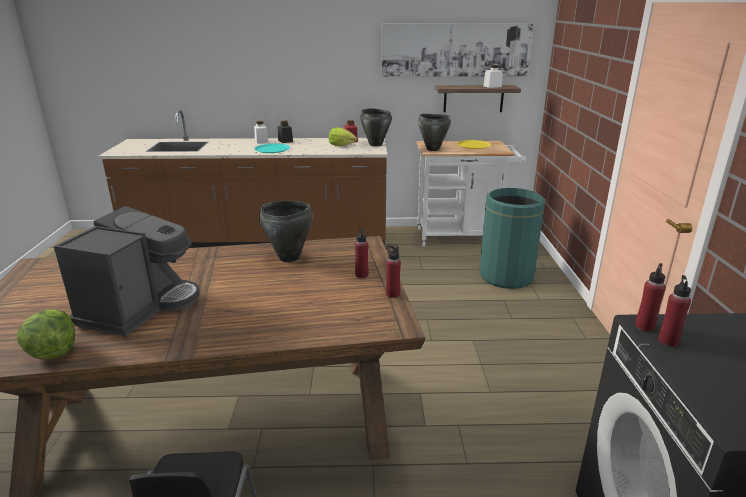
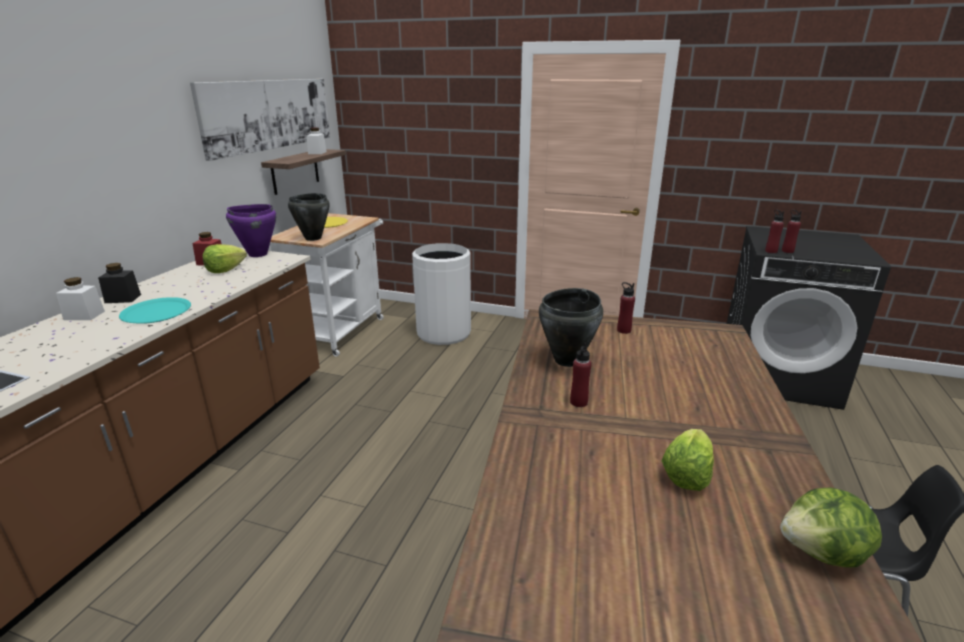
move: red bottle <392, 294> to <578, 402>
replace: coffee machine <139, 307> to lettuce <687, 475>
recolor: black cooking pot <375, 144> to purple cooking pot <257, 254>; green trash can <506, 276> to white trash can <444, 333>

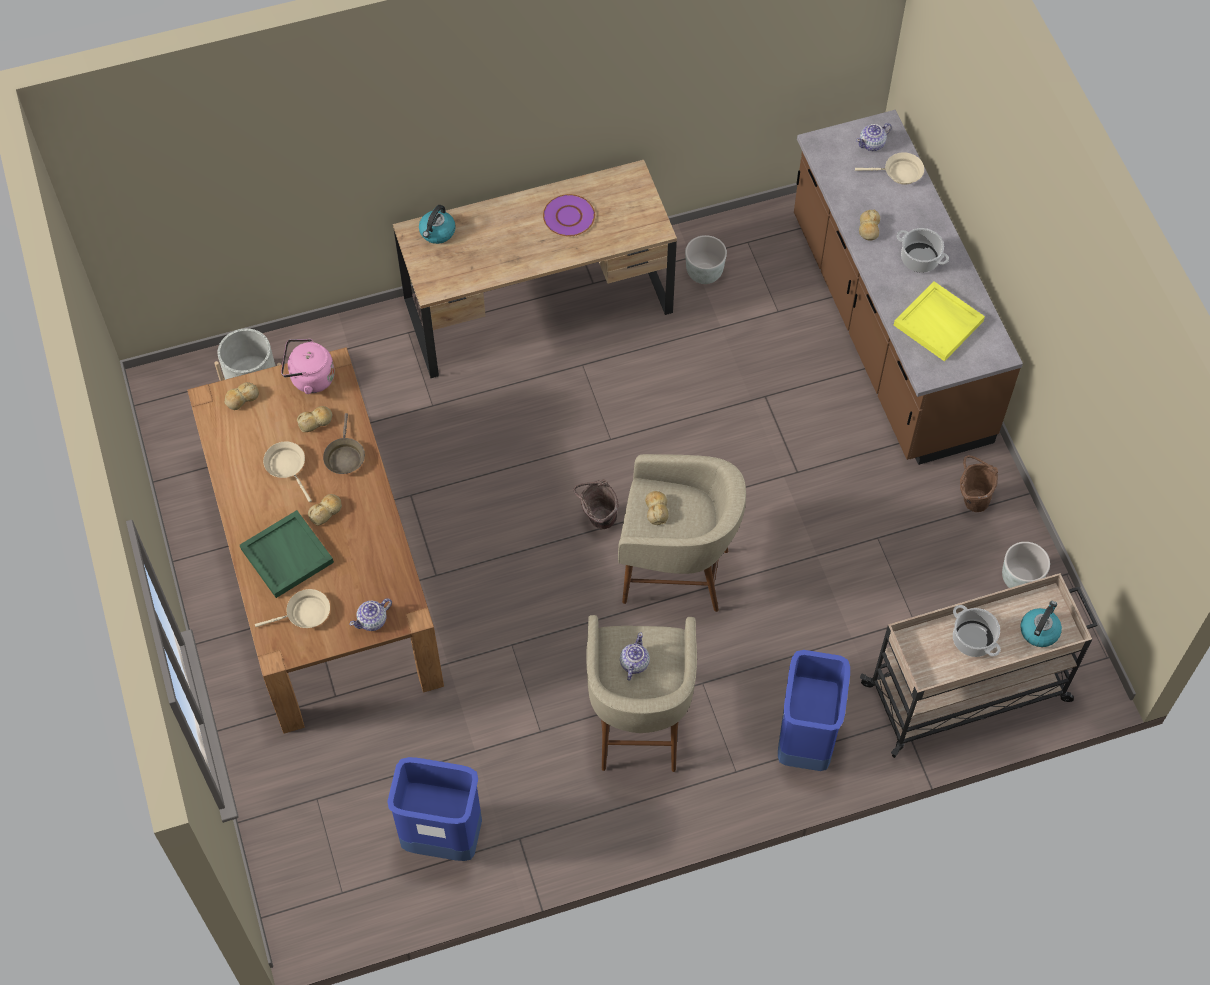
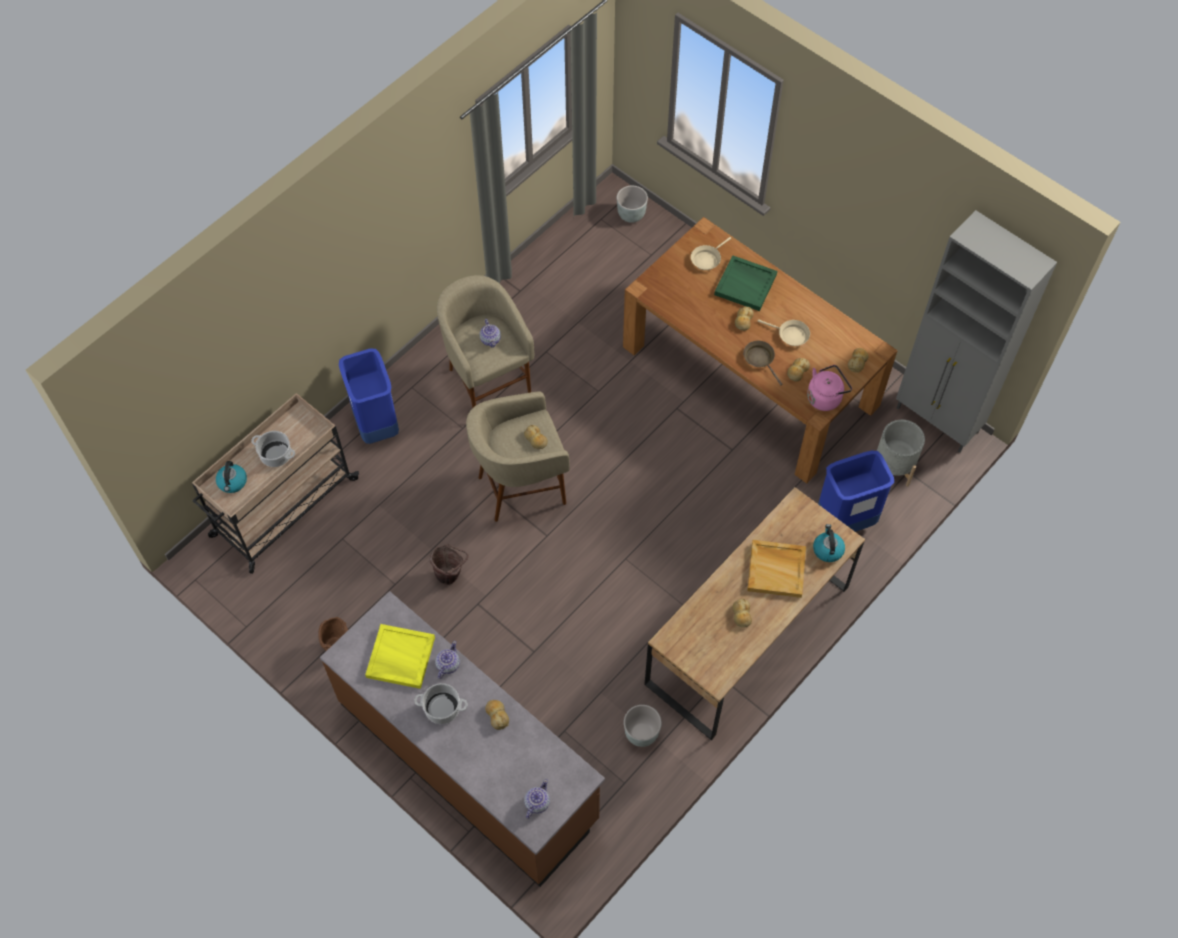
delete: beige frying pan <899, 173>
insert: beige tray <777, 569>; grey cabinet <938, 421>
move: teapot <373, 620> to <447, 665>; blue trash can <443, 837> to <845, 522>; brown bucket <597, 520> to <451, 574>; grey planter <1019, 579> to <631, 215>
replace: purple plate <568, 216> to bread <741, 615>

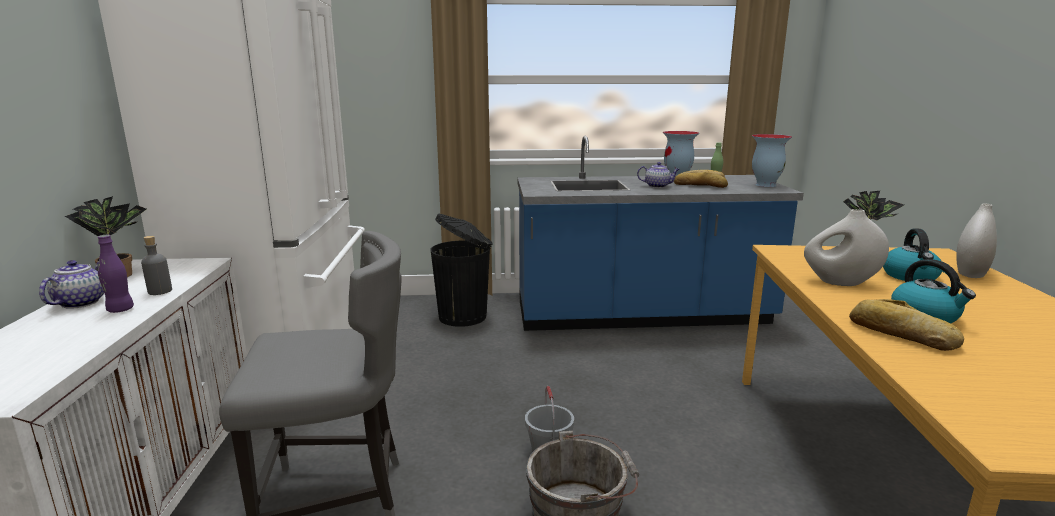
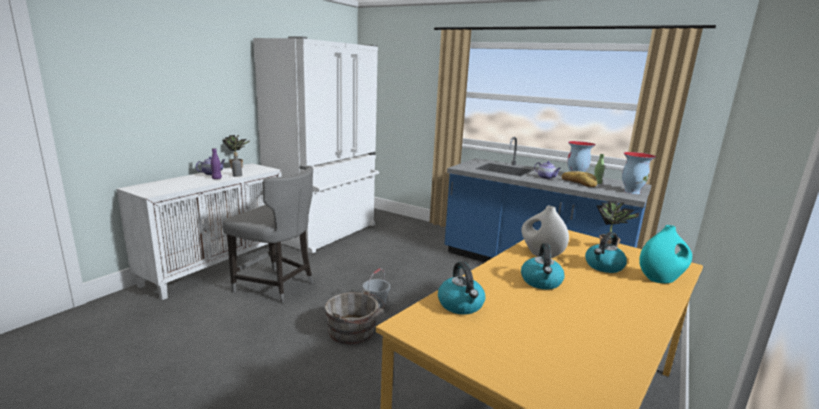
delete: black trash can <464, 316>; bread <900, 334>
insert: kettle <461, 305>
recolor: white vase <970, 273> to turquoise vase <660, 279>

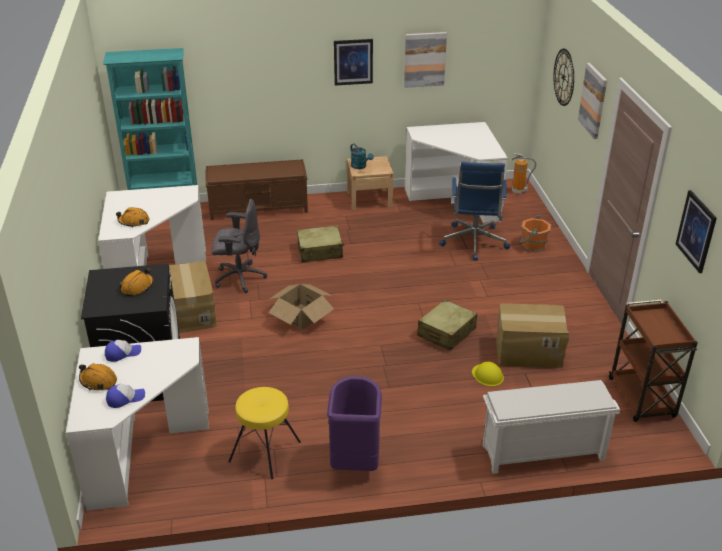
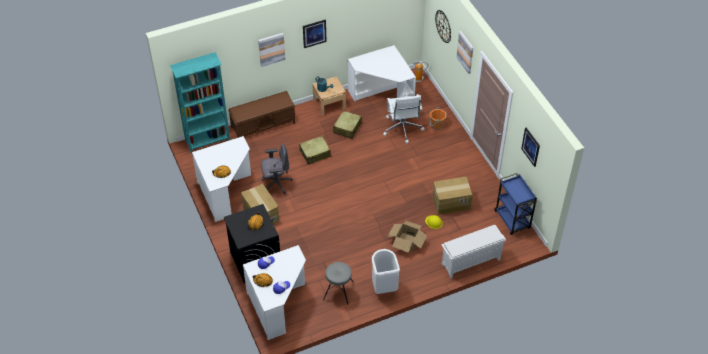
move: cardboard box <301, 316> to <406, 241>; picture <424, 59> to <271, 49>; beige suitcase <446, 332> to <347, 128>
recolor: yellow stool <265, 451> to grey stool <338, 290>; purple trash can <355, 462> to white trash can <383, 286>; blue office chair <473, 243> to white office chair <402, 129>; brown cart <642, 399> to blue cart <512, 220>

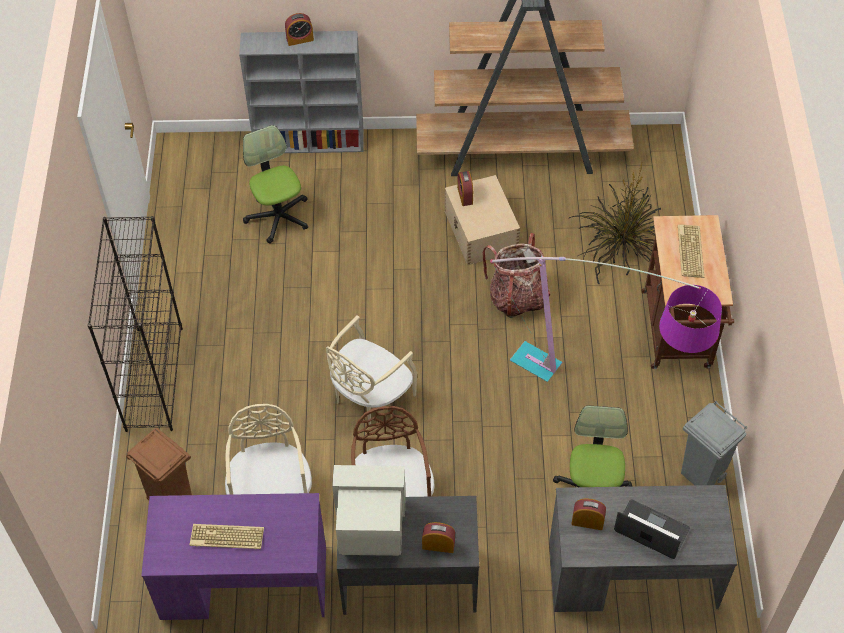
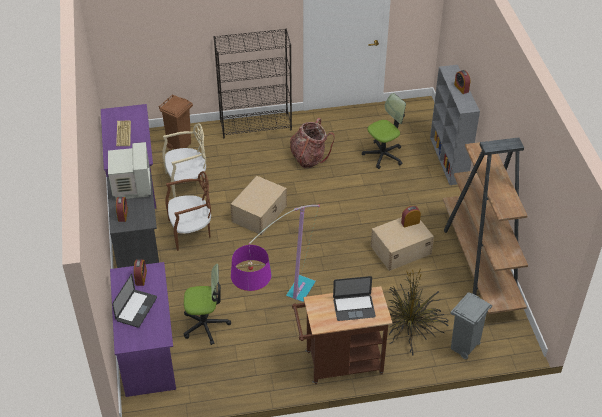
move: backpack <517, 297> to <309, 157>; grey trash can <702, 475> to <464, 348>
replace: beige chair <370, 396> to beige storage box <260, 213>; keyboard <689, 251> to laptop <354, 307>
recolor: grey desk <632, 575> to purple desk <147, 350>

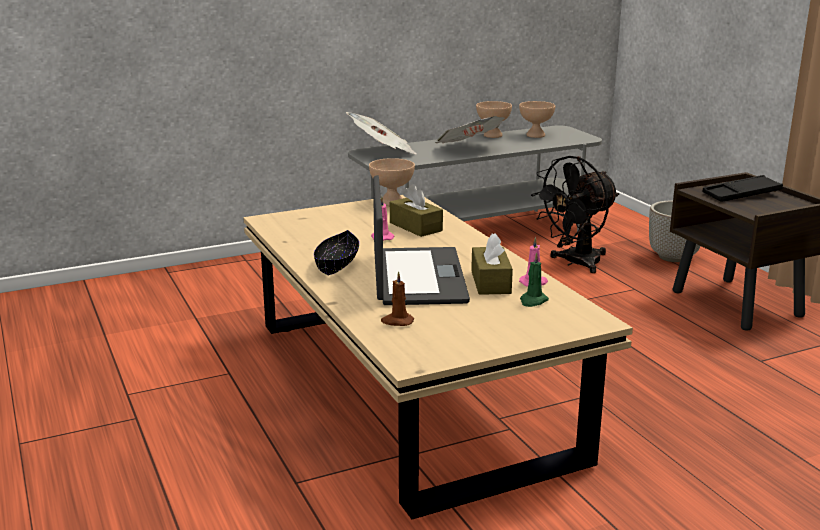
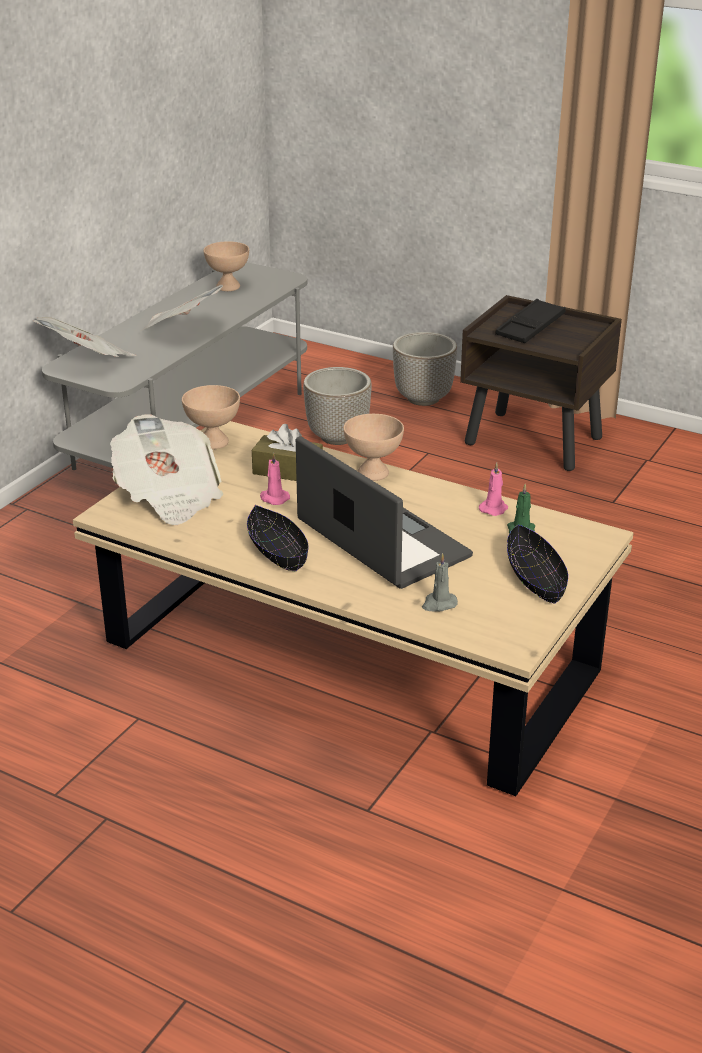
delete: brown tissue box <490, 282>
insert: newspaper <169, 496>; black bowl <535, 578>
move: beige bowl <492, 135> to <372, 473>
replace: black fan <575, 263> to planter <338, 437>
recolor: brown candle <397, 321> to grey candle <439, 604>

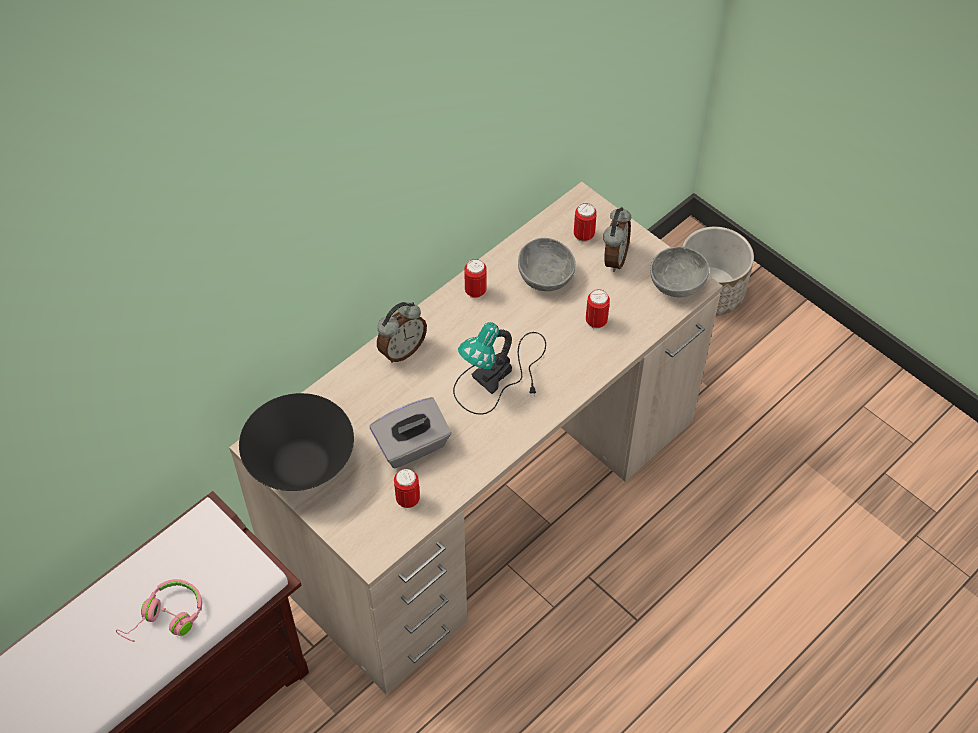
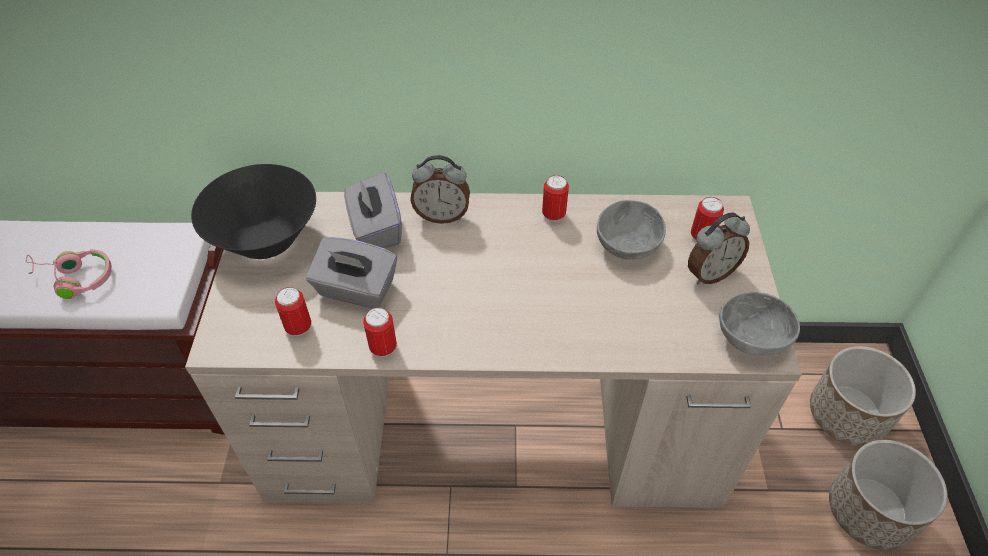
delete: table lamp <501, 375>
insert: grey tissue box <375, 229>; planter <870, 511>
move: can <596, 321> to <383, 347>

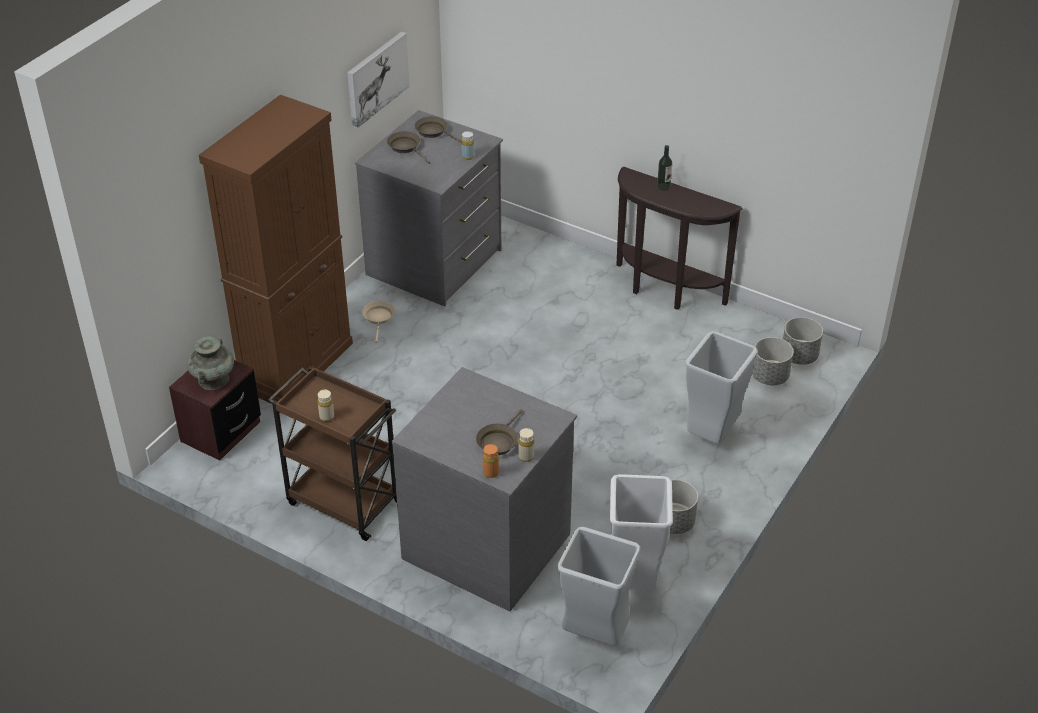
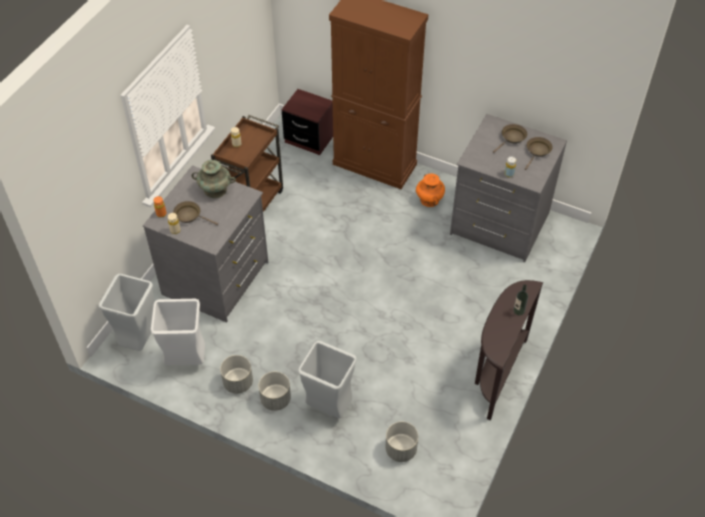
delete: picture <376, 78>
move: turquoise vase <213, 379> to <215, 190>; grey planter <799, 356> to <275, 399>
replace: beige frying pan <379, 318> to orange vase <429, 199>

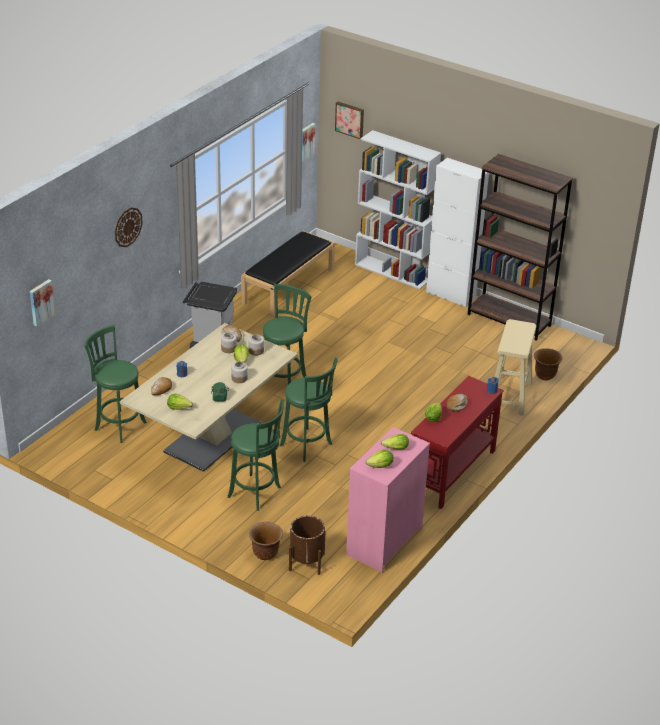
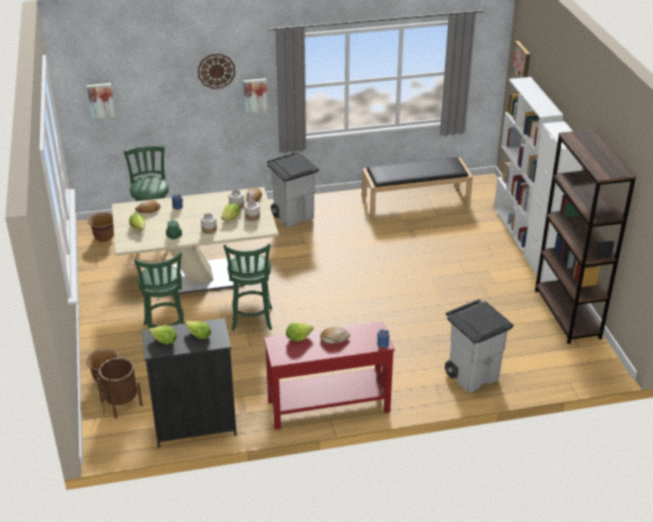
delete: green stool <284, 380>
move: picture <306, 141> to <255, 95>; brown planter <545, 375> to <104, 237>
replace: beige stool <509, 395> to grey trash can <472, 375>
recolor: pink dresser <383, 541> to black dresser <195, 425>

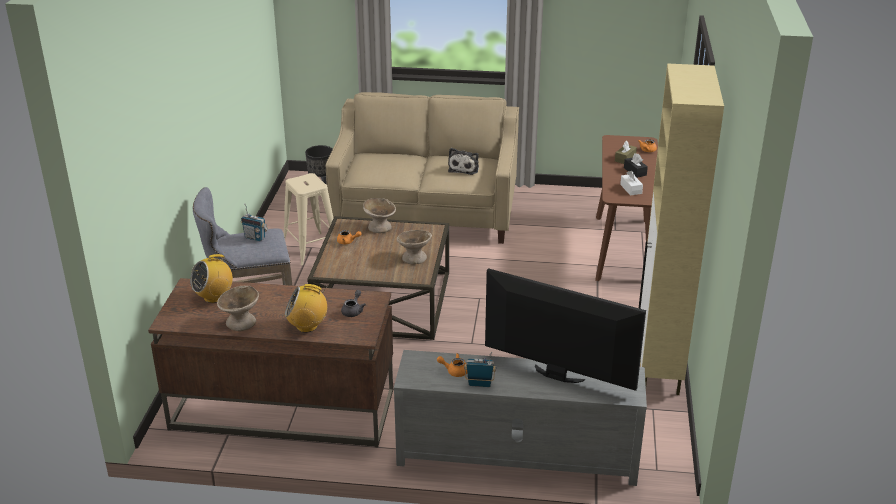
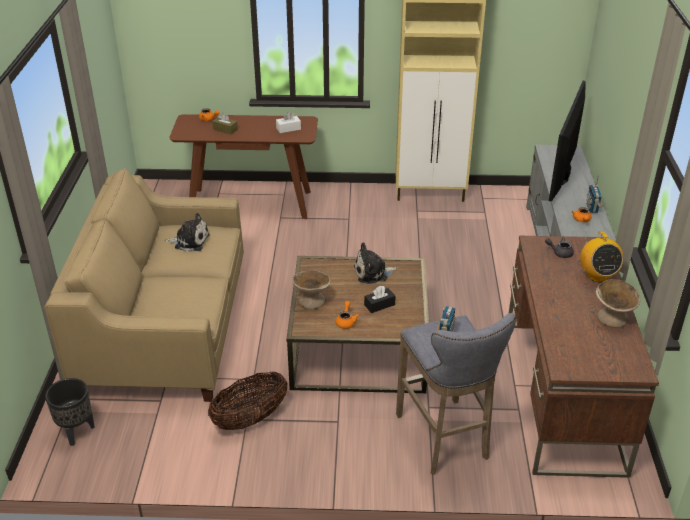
delete: radio <214, 297>
move: black tissue box <635, 171> to <379, 305>
replace: beige stool <311, 248> to basket <250, 419>; beige bowl <414, 258> to plush toy <373, 273>

